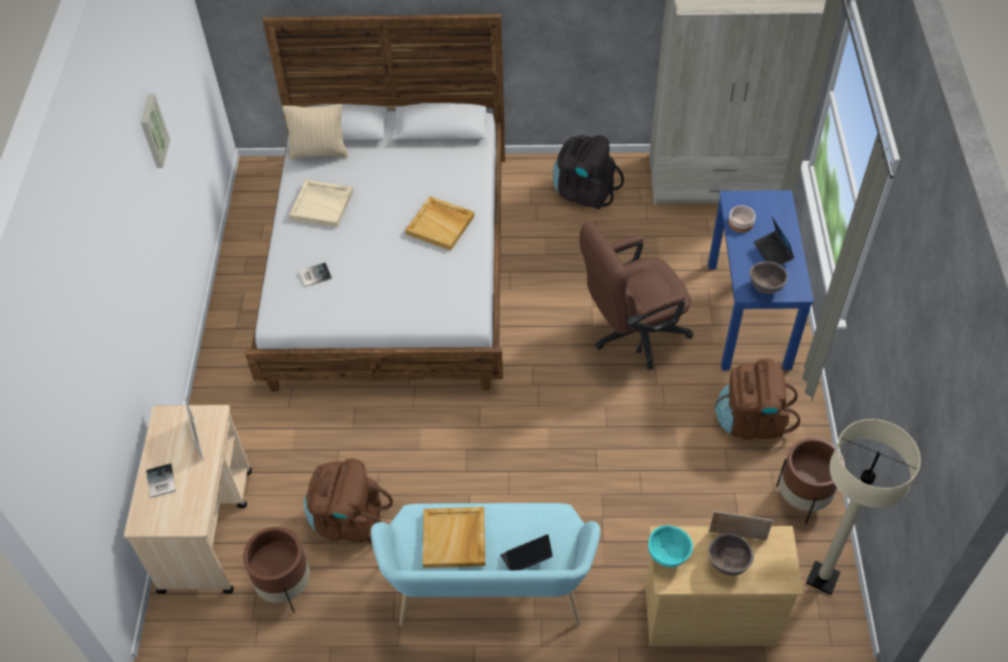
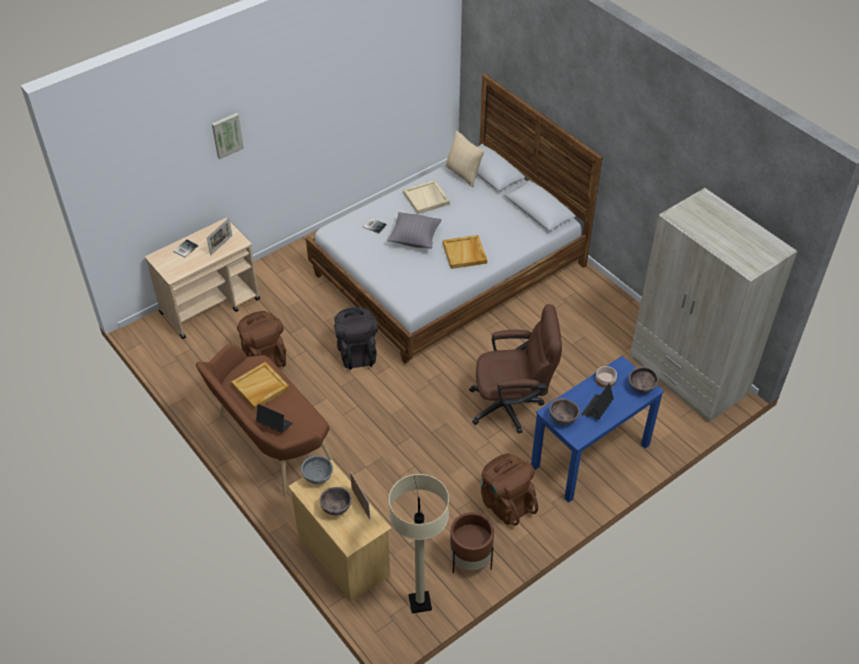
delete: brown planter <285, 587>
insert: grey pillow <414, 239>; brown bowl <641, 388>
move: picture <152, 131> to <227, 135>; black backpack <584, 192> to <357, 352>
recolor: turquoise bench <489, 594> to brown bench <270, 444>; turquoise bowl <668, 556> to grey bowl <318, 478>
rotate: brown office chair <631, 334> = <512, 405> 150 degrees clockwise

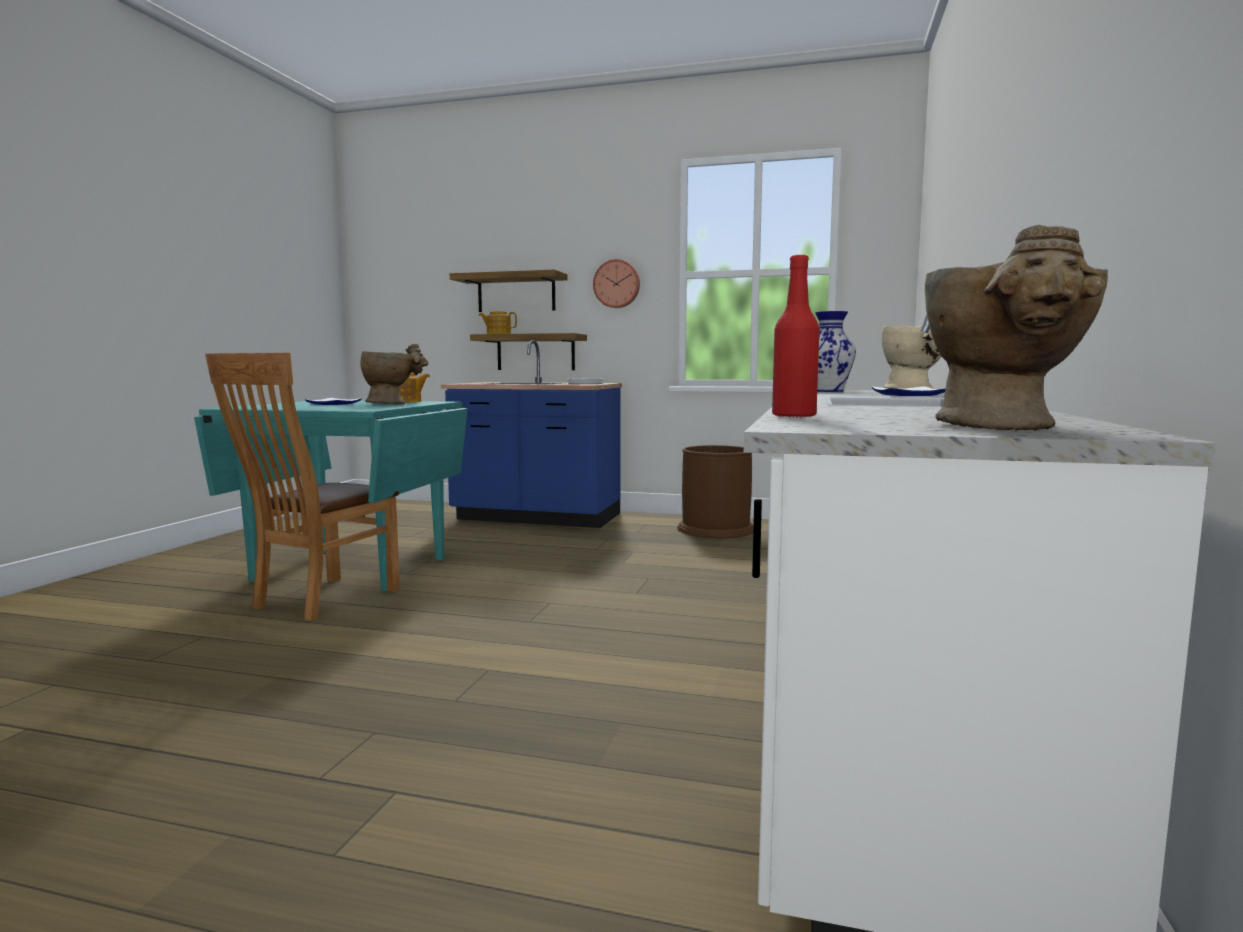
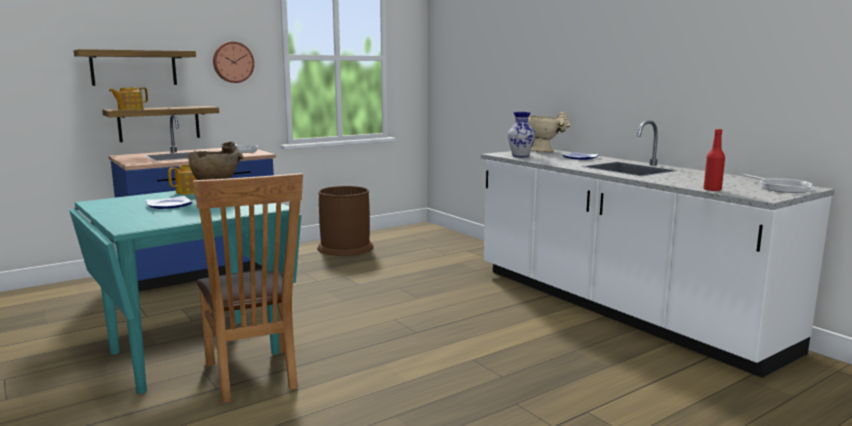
replace: beige vase <1006, 427> to frying pan <781, 188>

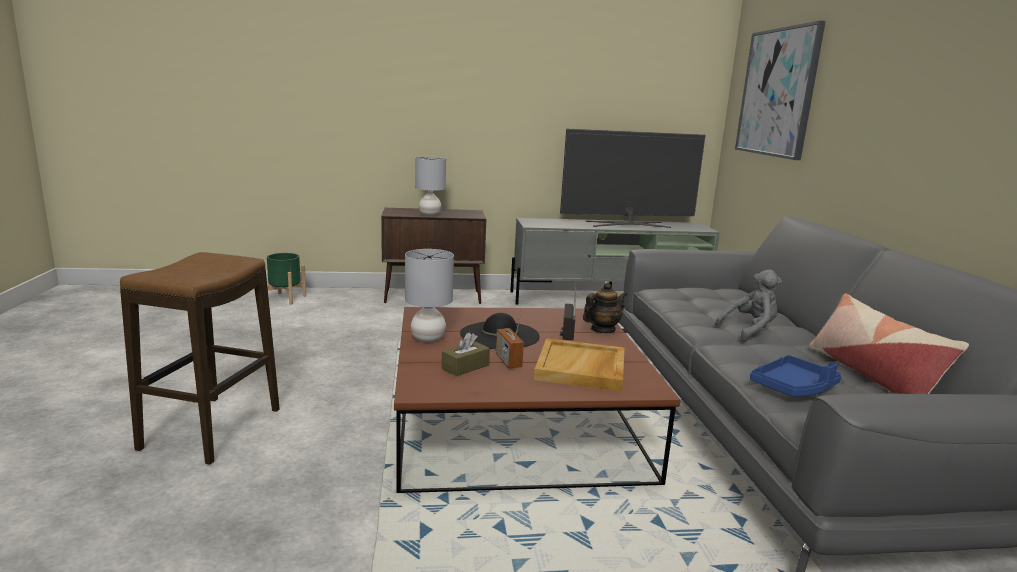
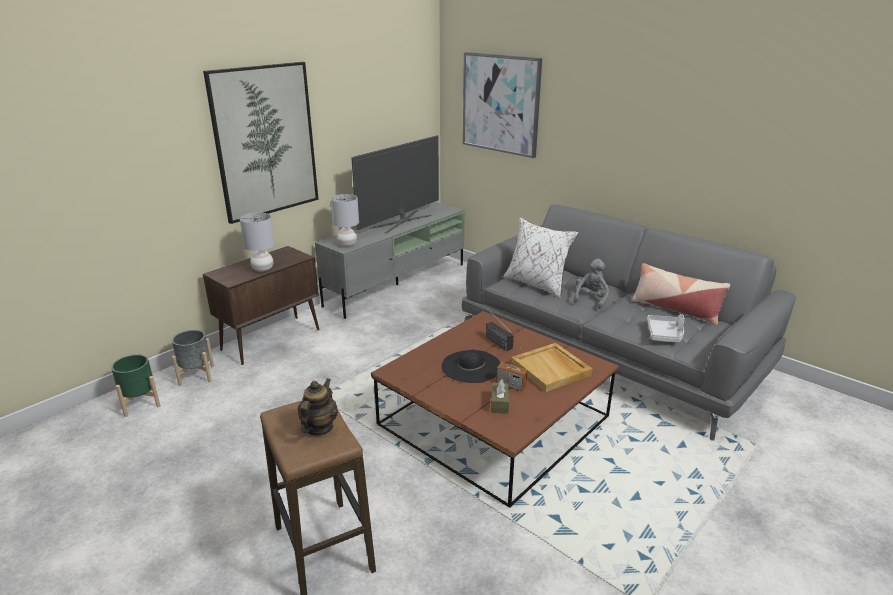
insert: grey planter <196, 375>; picture <265, 141>; white pillow <537, 284>
move: grey table lamp <428, 338> to <347, 244>; teapot <602, 330> to <318, 427>
recolor: blue tray <793, 387> to grey tray <665, 334>

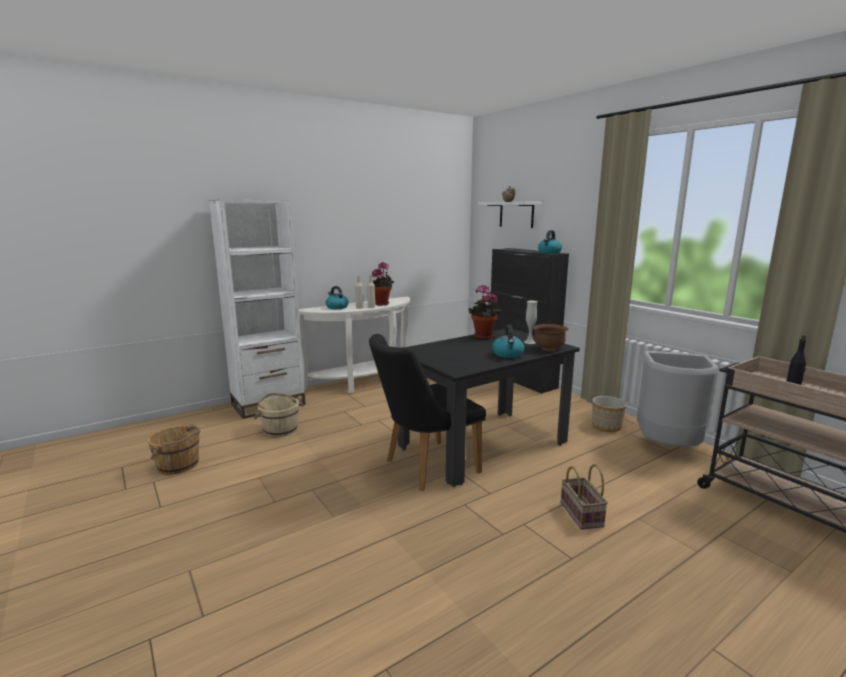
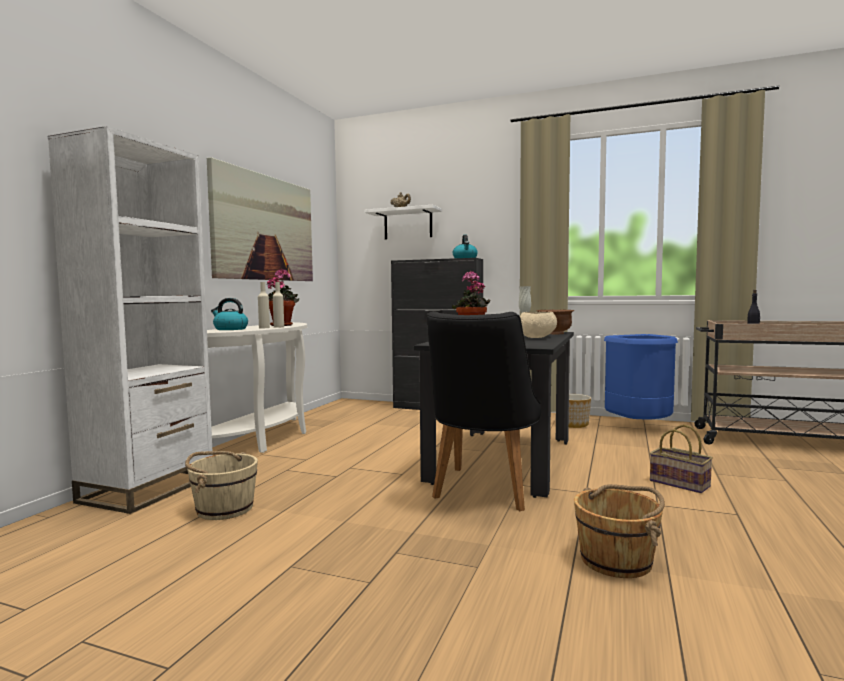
insert: picture <265, 228>
move: brown bucket <179, 465> to <617, 560>
replace: kettle <508, 354> to beige bowl <537, 337>
recolor: grey trash can <667, 448> to blue trash can <640, 427>

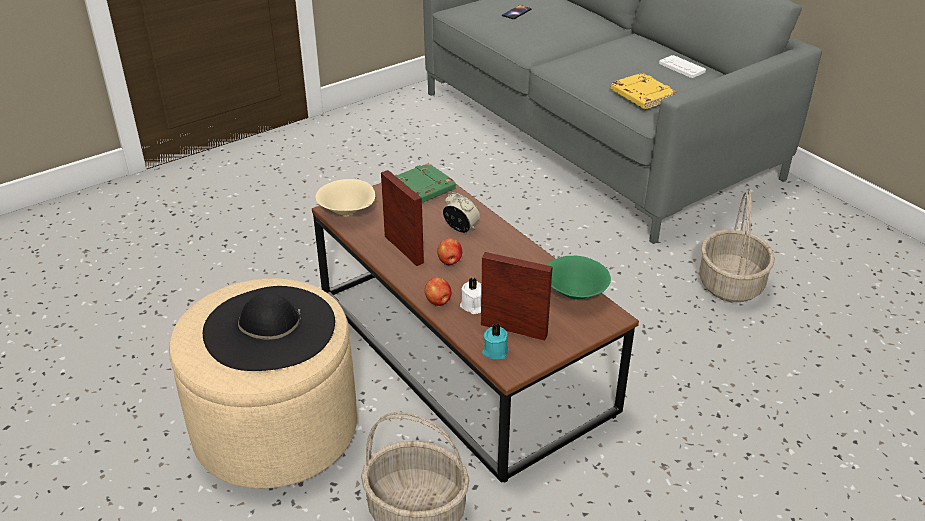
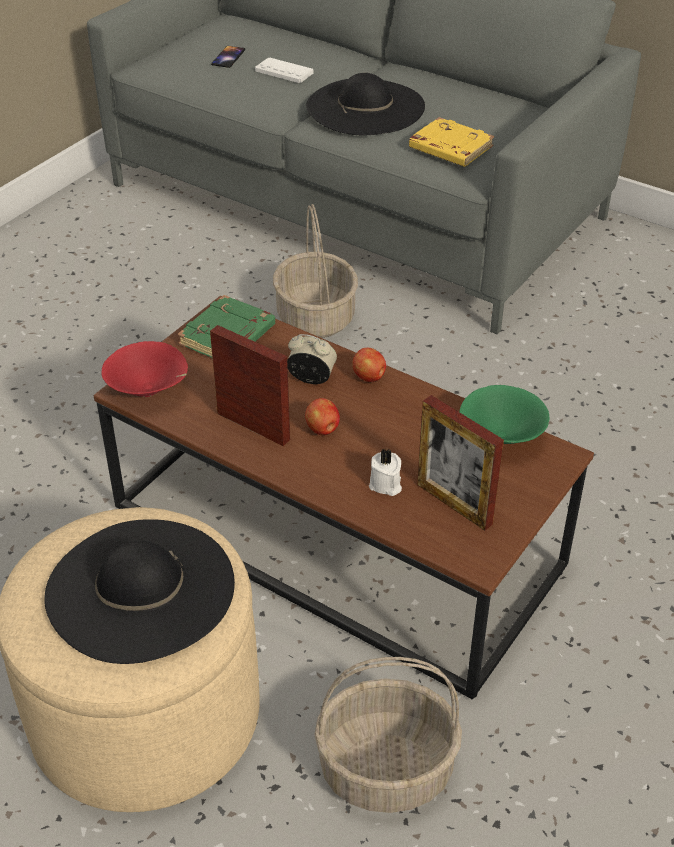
delete: turquoise candle <495, 350>
insert: black hat <365, 107>
move: apple <438, 302> to <369, 377>; white game controller <682, 67> to <284, 72>; basket <731, 285> to <316, 318>
recolor: beige bowl <348, 213> to red bowl <149, 391>
rotate: picture frame <513, 329> = <454, 504> 135 degrees counterclockwise

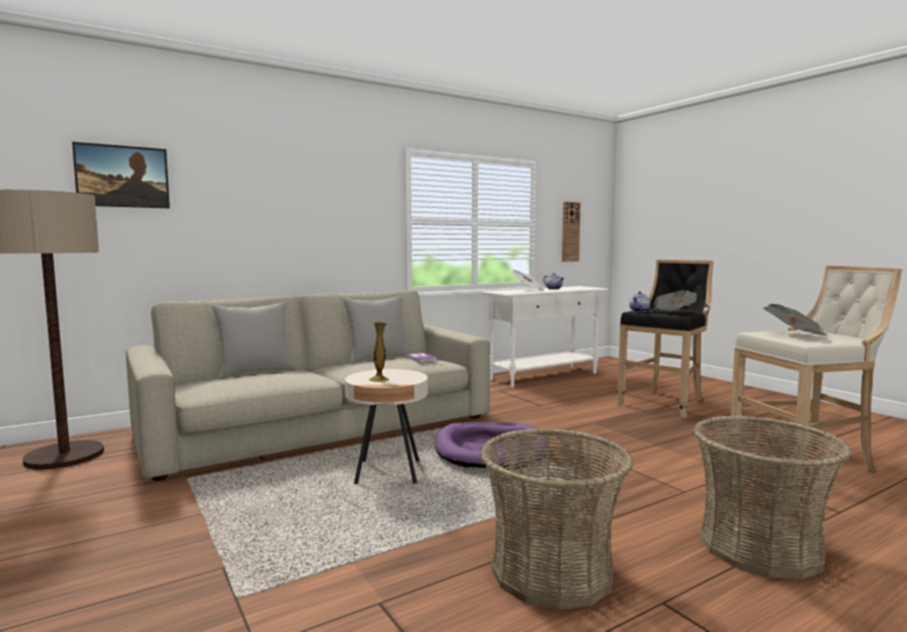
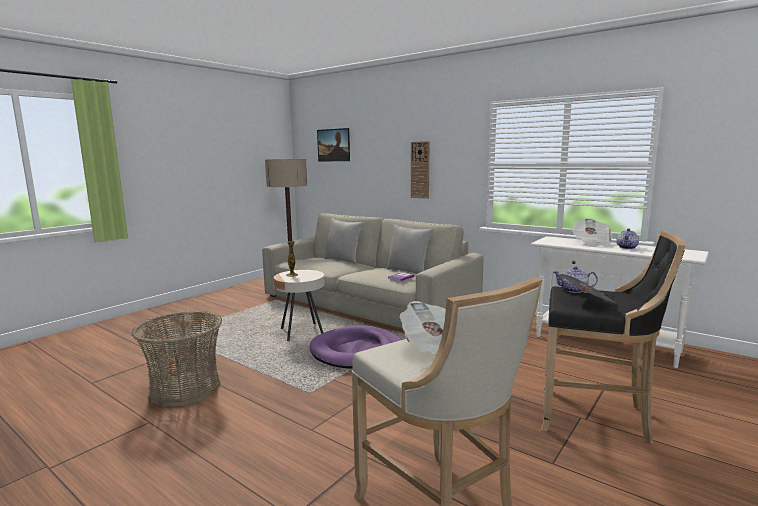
delete: basket <760, 547>
move: wall clock <570, 232> to <420, 170>

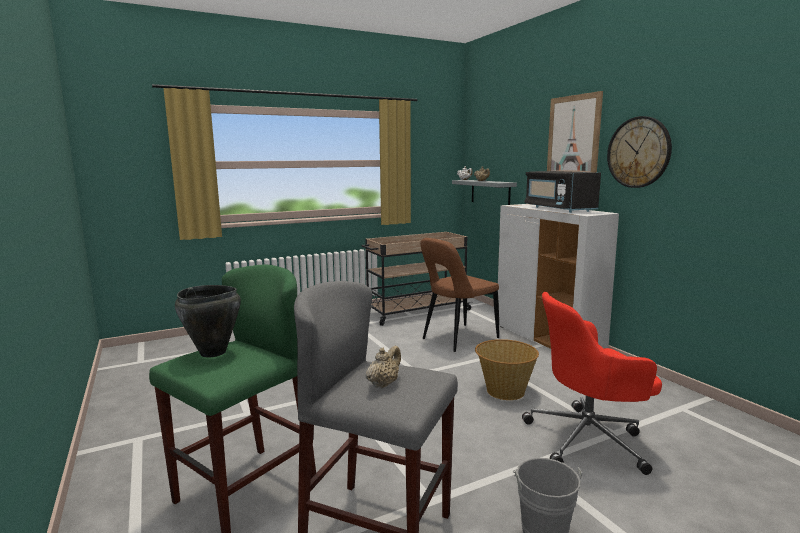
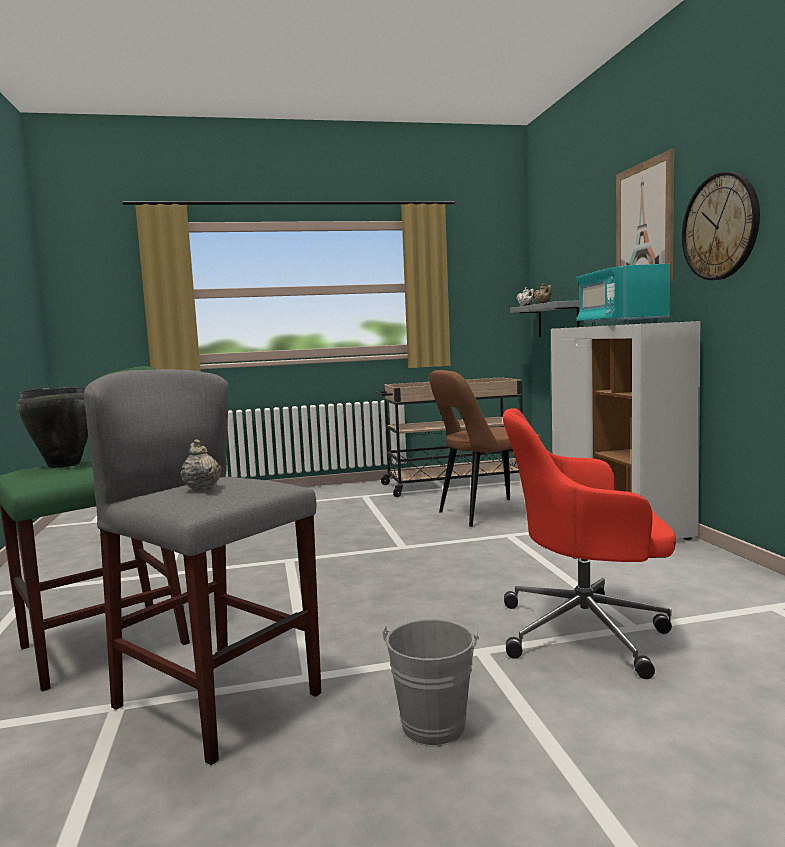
delete: basket <504, 391>
recolor: black microwave <558, 209> to turquoise microwave <619, 324>
rotate: beige teapot <383, 384> = <202, 488> 75 degrees counterclockwise

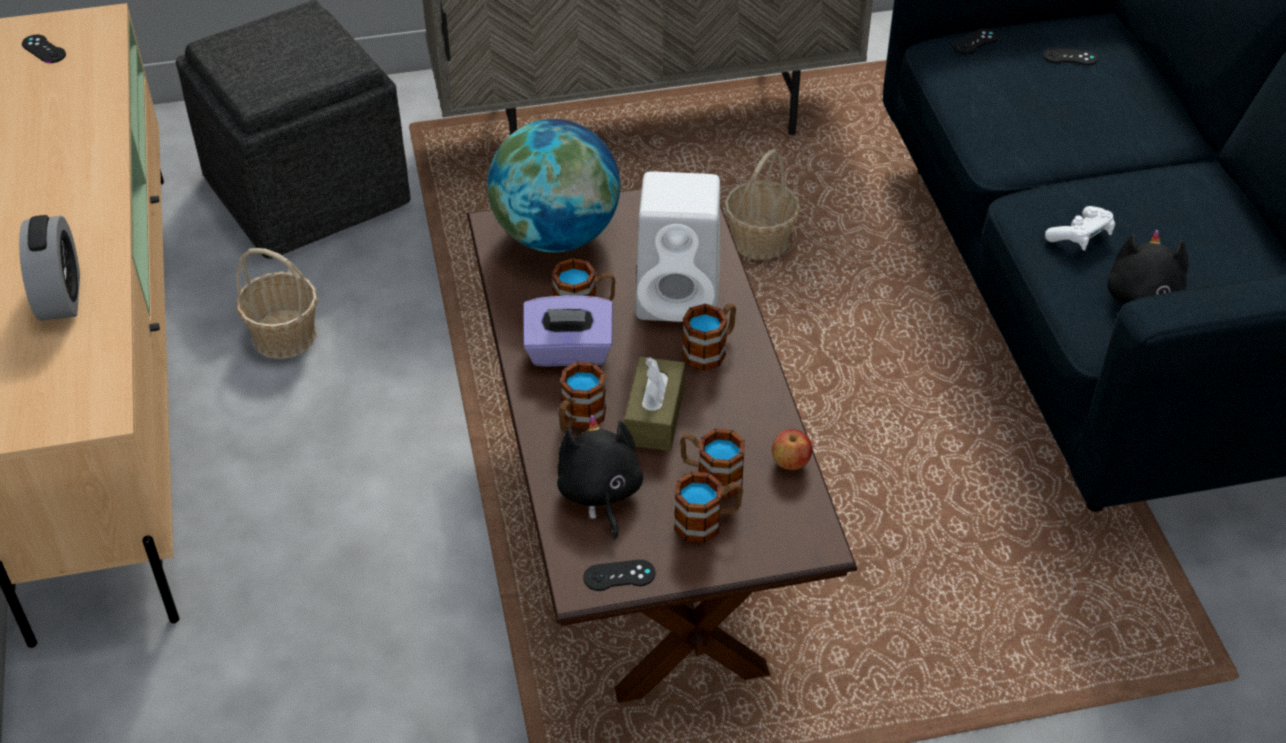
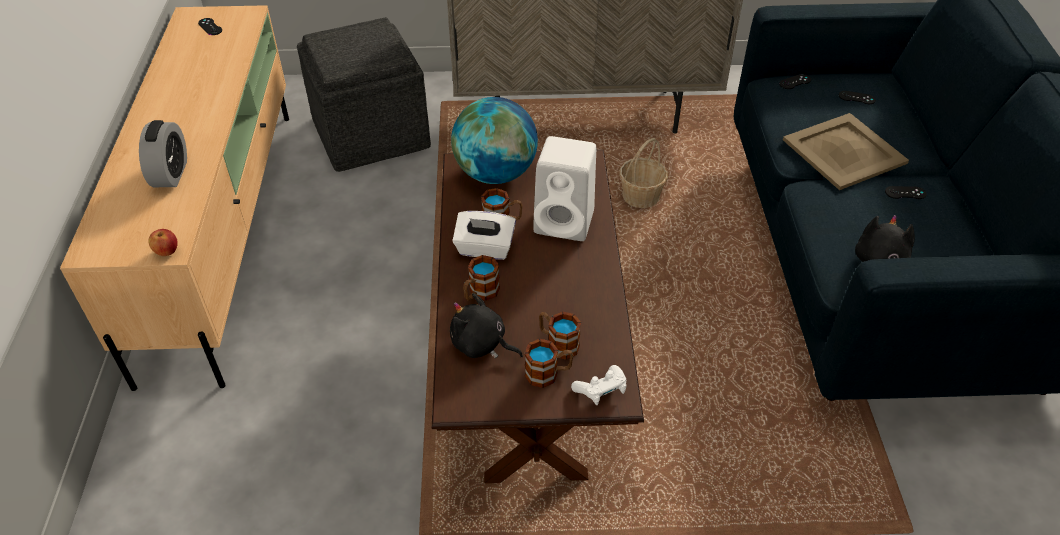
delete: basket <284, 335>; brown tissue box <654, 416>; mug <710, 349>
insert: beige tray <844, 152>
move: black game controller <619, 575> to <905, 193>; apple <790, 462> to <167, 251>; white game controller <1080, 237> to <601, 390>
recolor: purple tissue box <569, 352> to white tissue box <484, 249>
rotate: black plush toy <600, 493> = <481, 344> 60 degrees counterclockwise

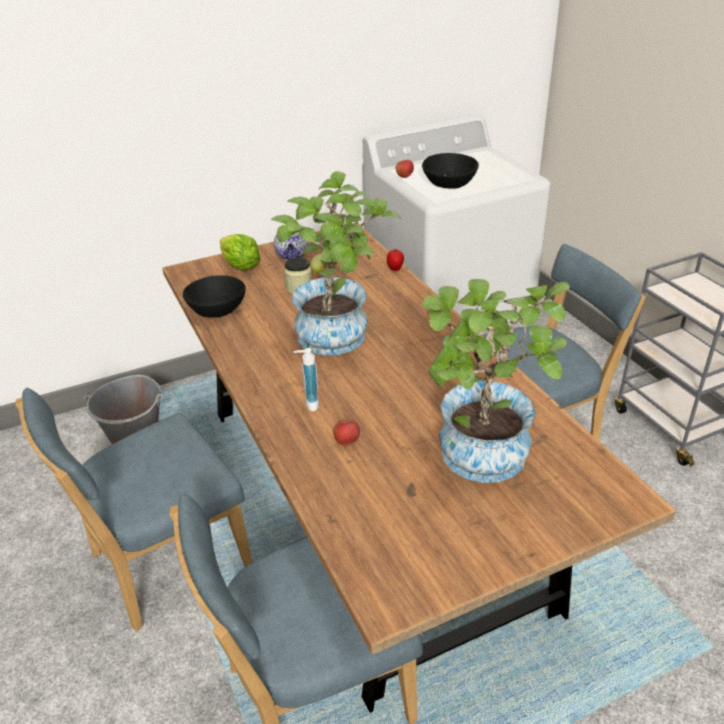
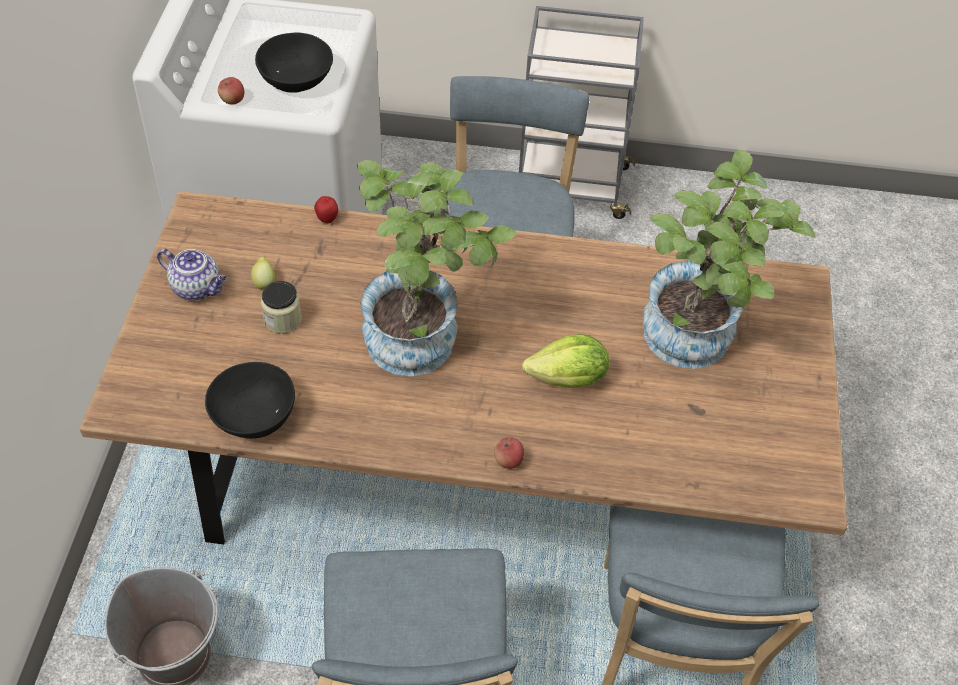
delete: soap dispenser <309, 403>
move: lettuce <240, 267> to <568, 379>; apple <346, 441> to <508, 461>

